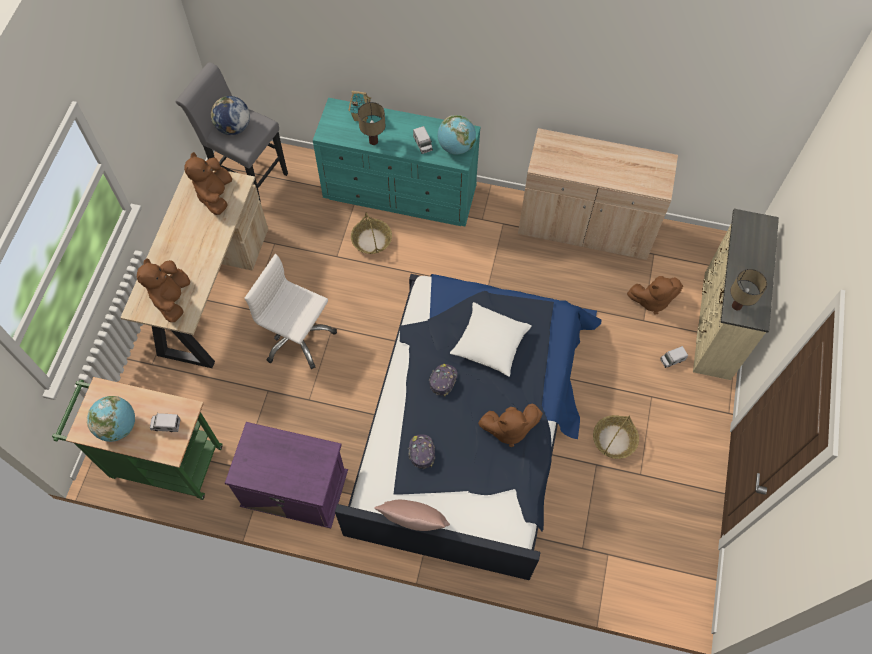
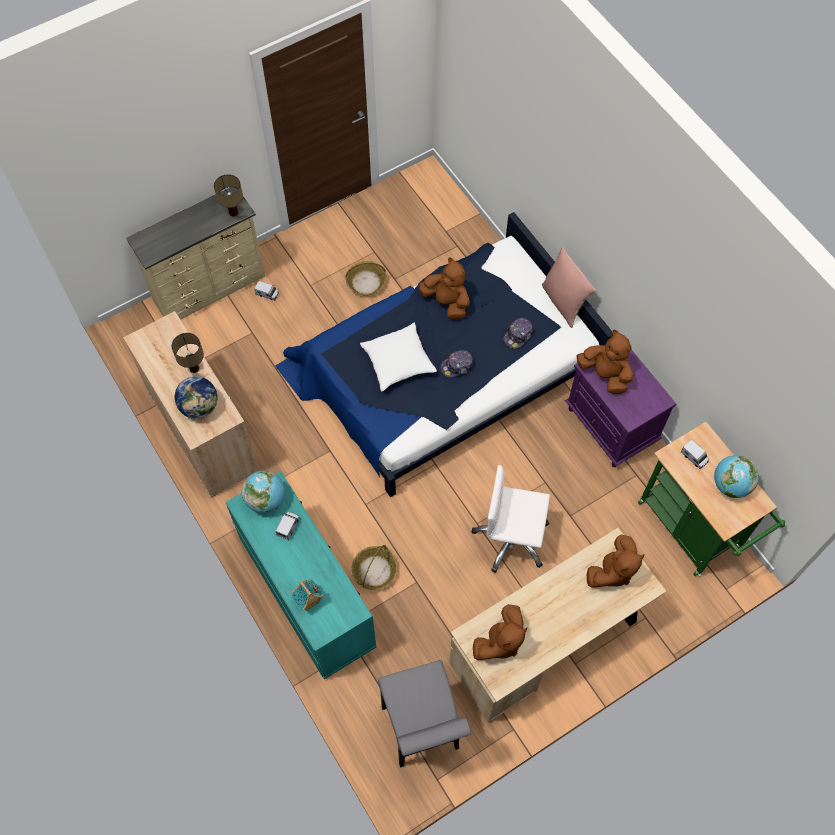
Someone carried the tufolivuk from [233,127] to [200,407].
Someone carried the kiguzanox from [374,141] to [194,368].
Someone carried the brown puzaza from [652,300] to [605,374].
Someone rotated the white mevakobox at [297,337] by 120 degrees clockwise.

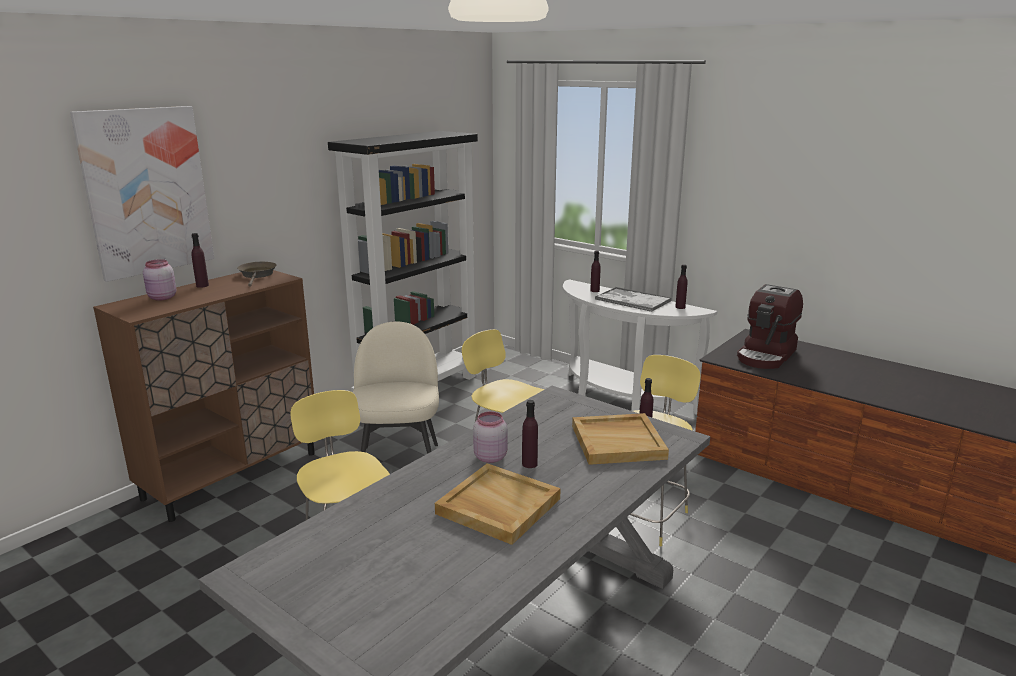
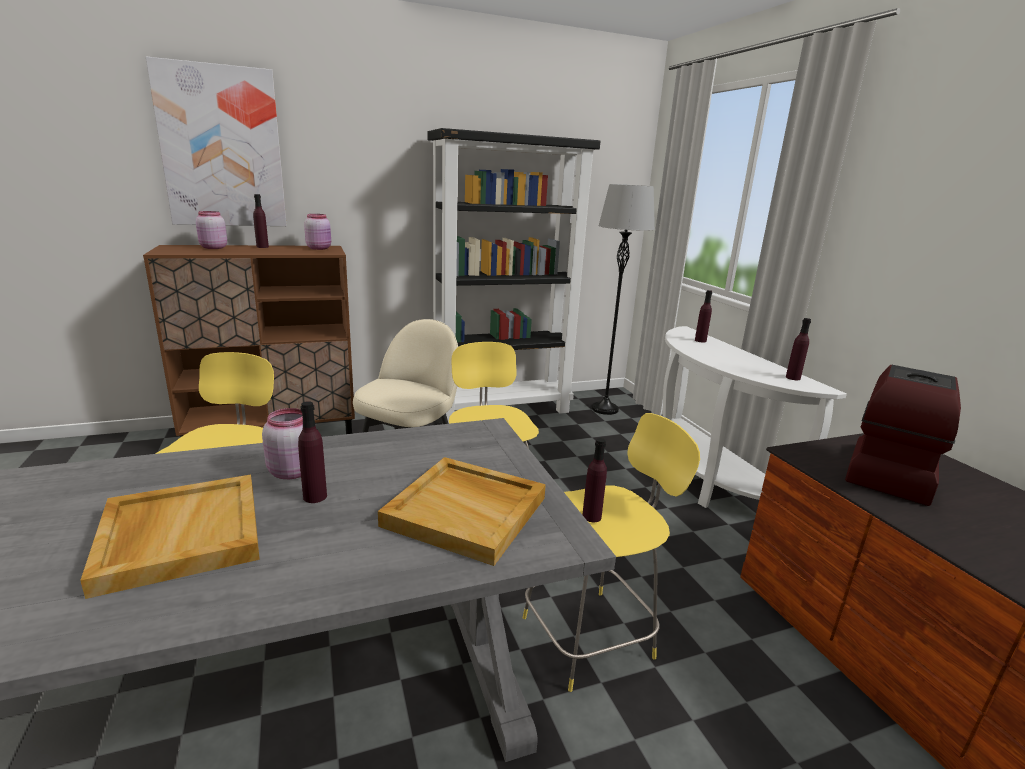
Someone took away the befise at [632,300].
Someone put down the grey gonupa at [605,409].
Someone swapped the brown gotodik at [257,275] for the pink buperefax at [319,248].
Someone rotated the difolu at [766,355] by 150 degrees clockwise.

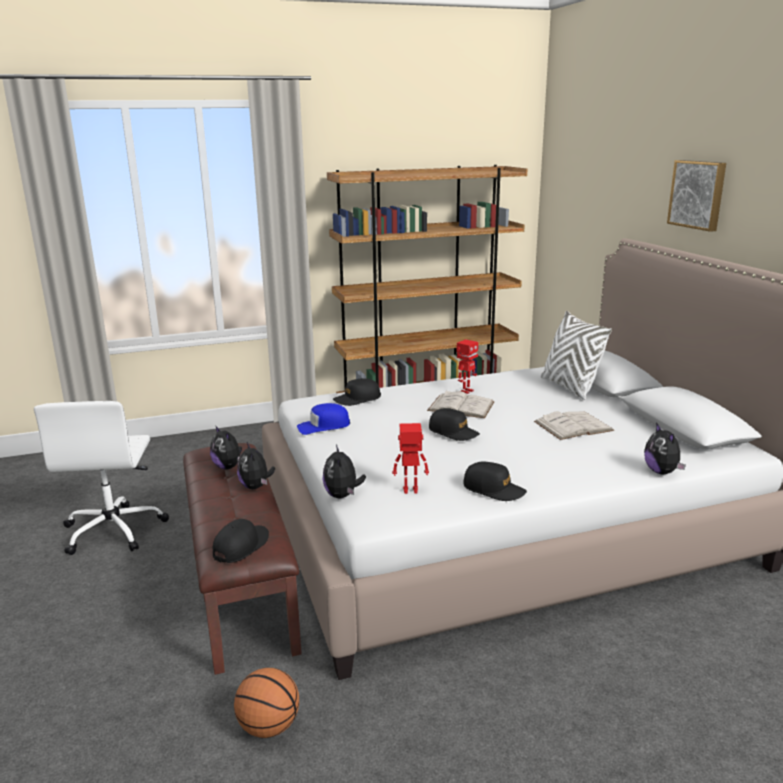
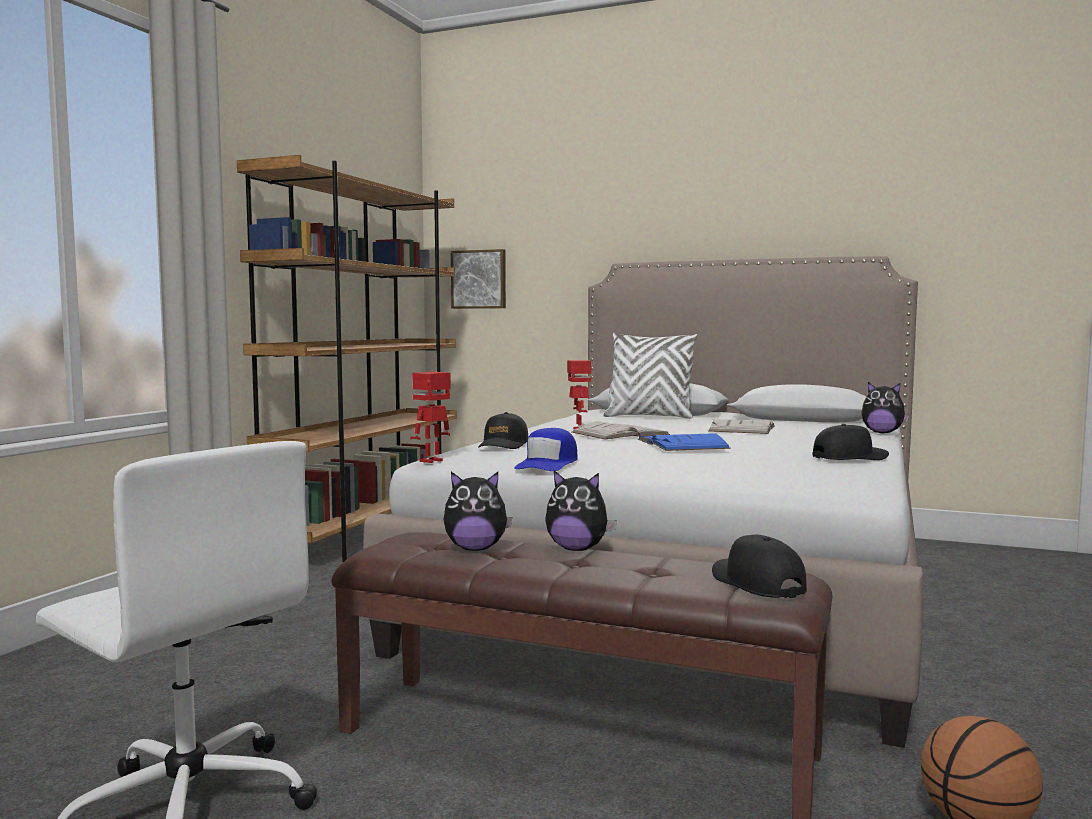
Someone took away the puzaza at [342,495].
Someone carried the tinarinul from [410,491] to [432,461].
Someone carried the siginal from [698,194] to [479,279].
Someone swapped the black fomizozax at [453,432] for the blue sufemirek at [682,444].

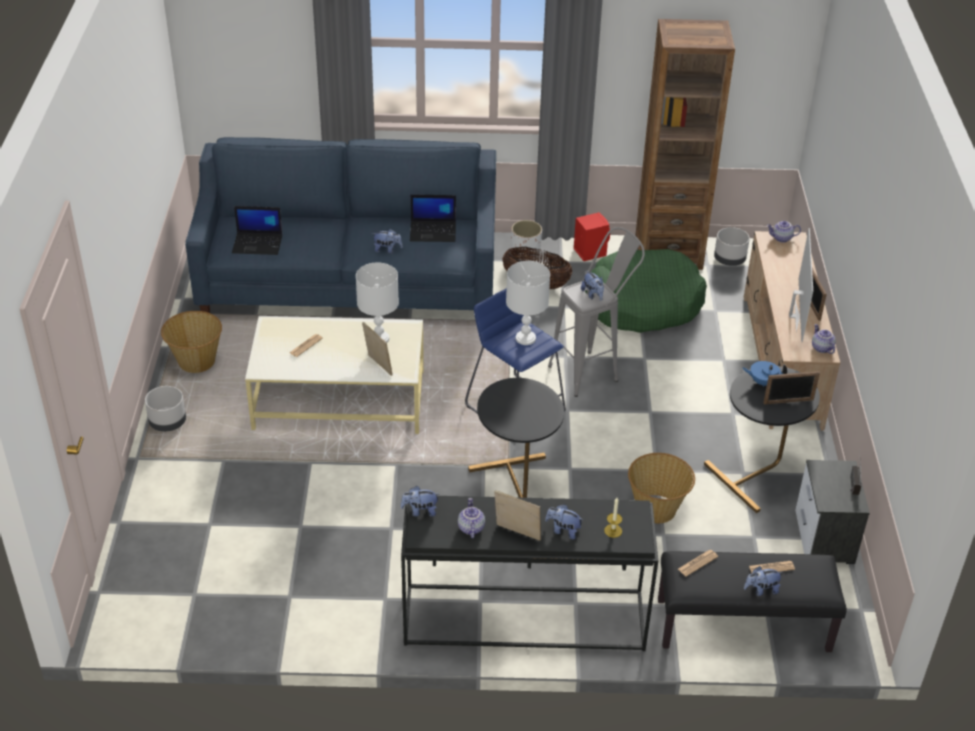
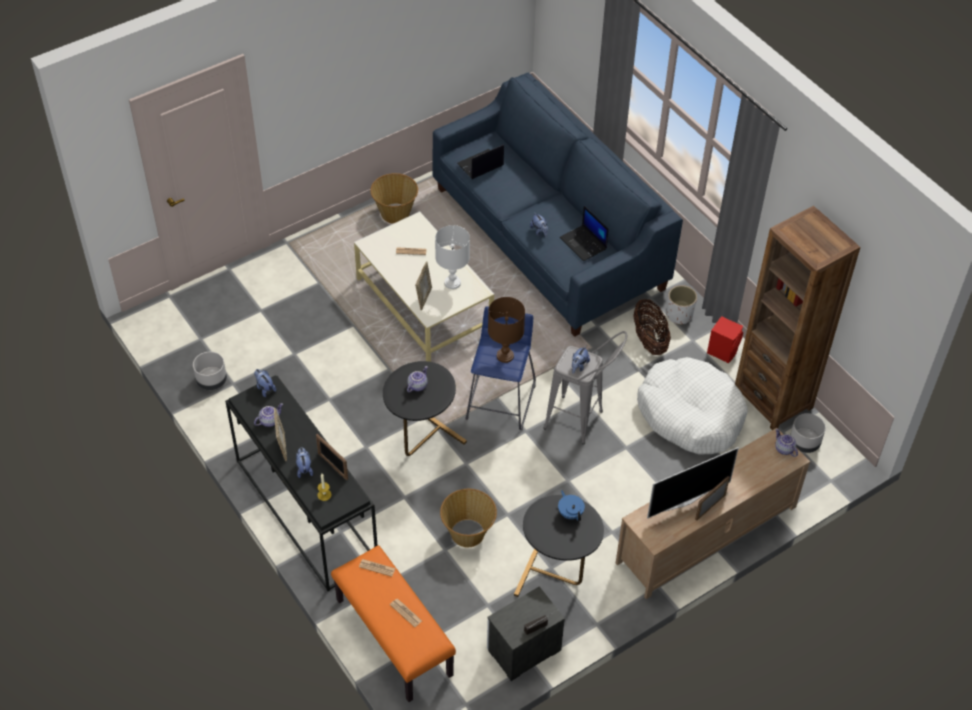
Someone took away the puzaza at [761,590].
Someone carried the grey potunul from [168,423] to [211,381].
Someone carried the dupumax from [788,401] to [332,466].
Someone carried the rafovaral from [821,348] to [417,385].
Someone repainted the white kiguzanox at [525,339], which became the brown kiguzanox at [504,356].
Someone repainted the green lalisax at [642,304], which became the white lalisax at [690,414].
Someone repainted the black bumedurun at [742,626], which became the orange bumedurun at [393,637].
Someone rotated the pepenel at [258,244] by 90 degrees clockwise.

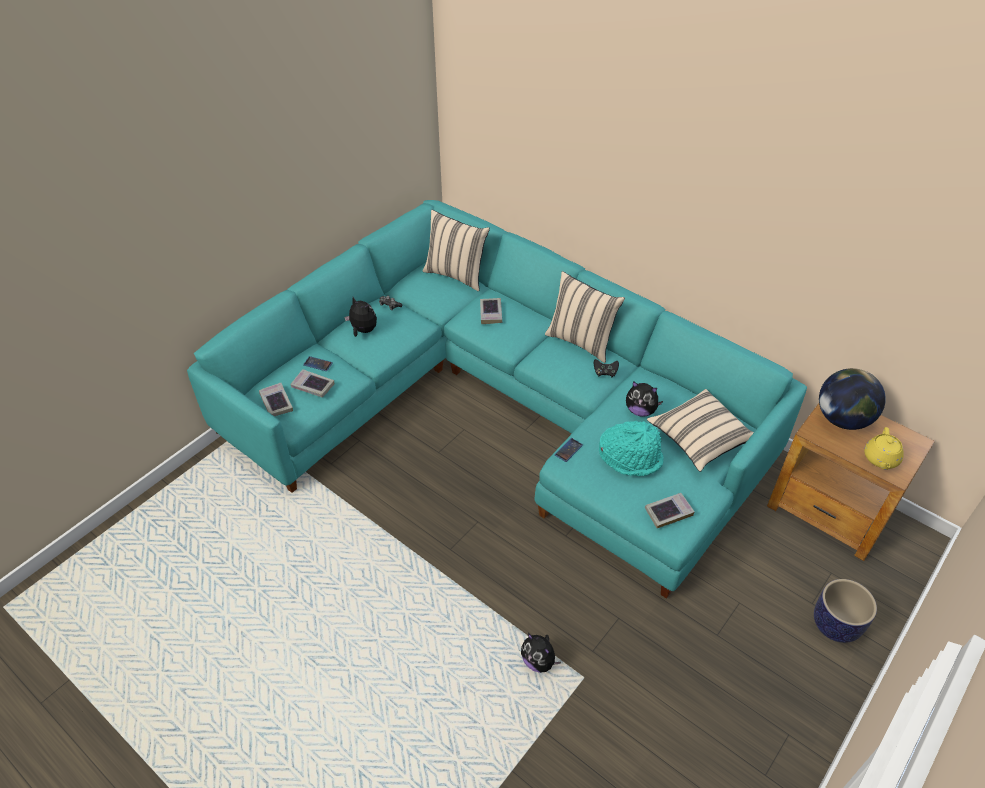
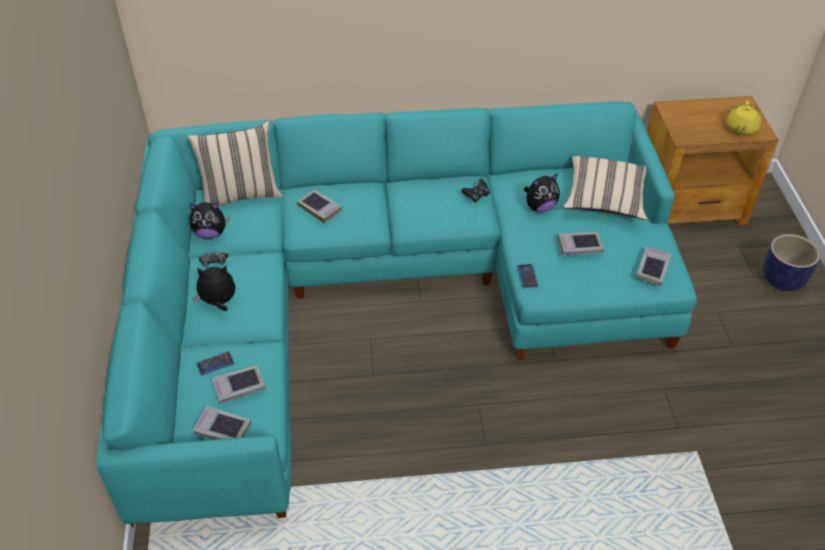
Someone took away the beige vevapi at [581,341].
Someone took away the tufolivuk at [842,419].
Someone carried the puzaza from [539,661] to [211,233].
Someone swapped the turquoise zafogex at [630,456] for the sufemirek at [580,246].
Someone rotated the yellow rafovaral at [880,459] by 45 degrees clockwise.

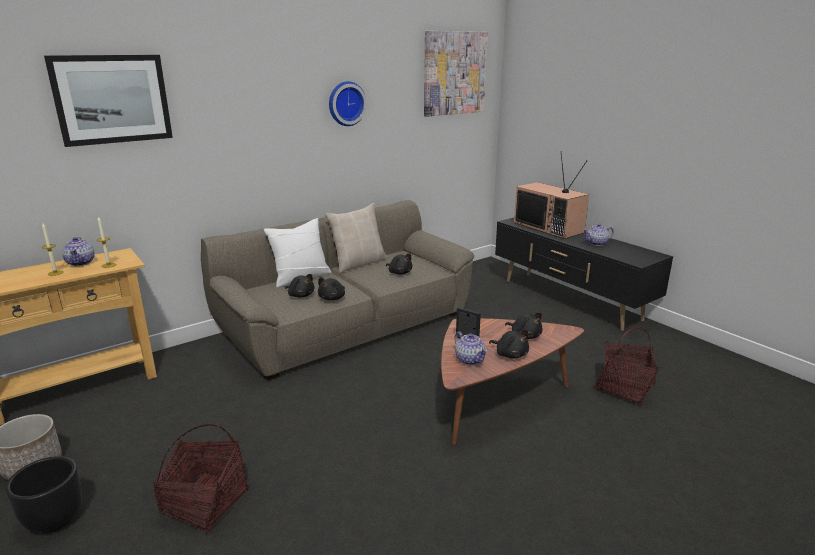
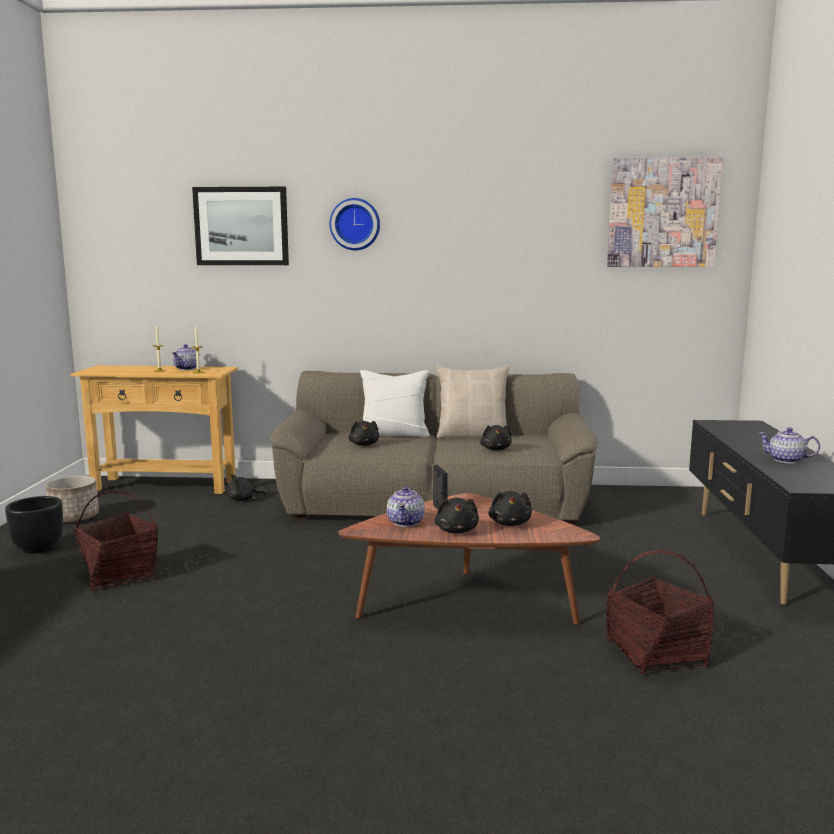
Someone took away the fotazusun at [549,227].
Someone carried the black puzaza from [332,298] to [242,500].
Someone carried the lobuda from [346,103] to [355,224].

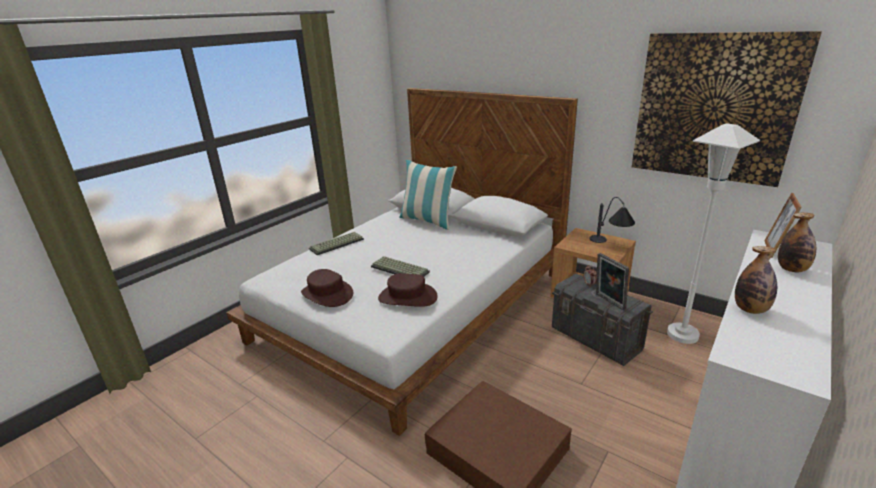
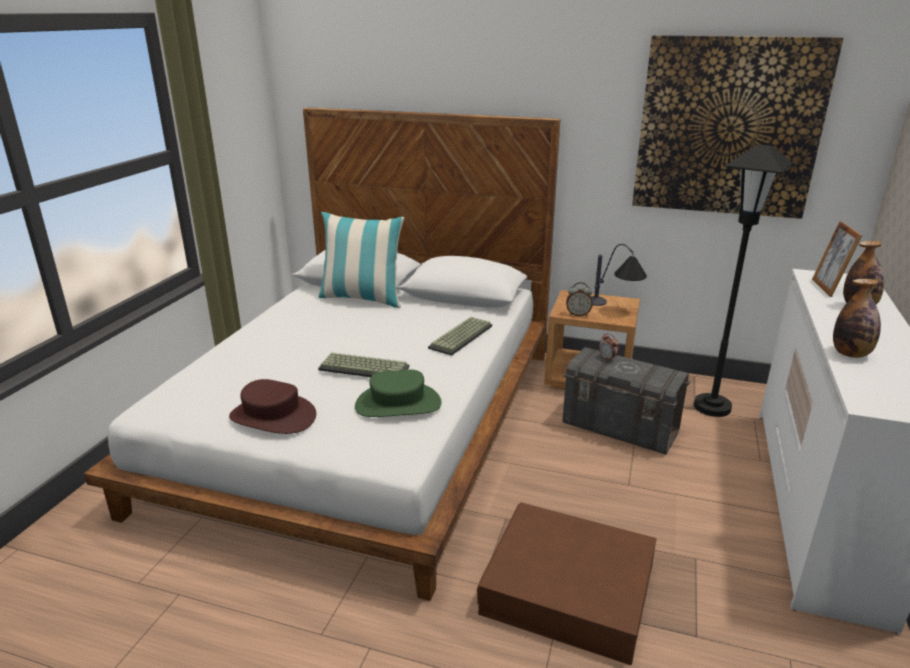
Someone took away the dupumax at [608,302].
Someone put down the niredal at [578,314].
Someone carried the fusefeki from [336,244] to [461,337].
Someone repainted the brown zafogex at [407,297], which became the green zafogex at [398,404].
Someone repainted the white gonupa at [682,334], which became the black gonupa at [712,407].

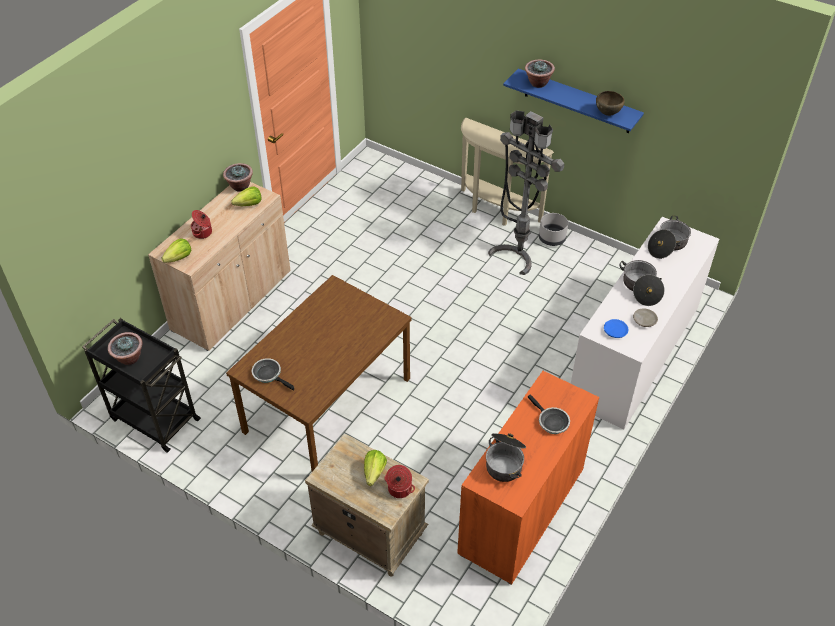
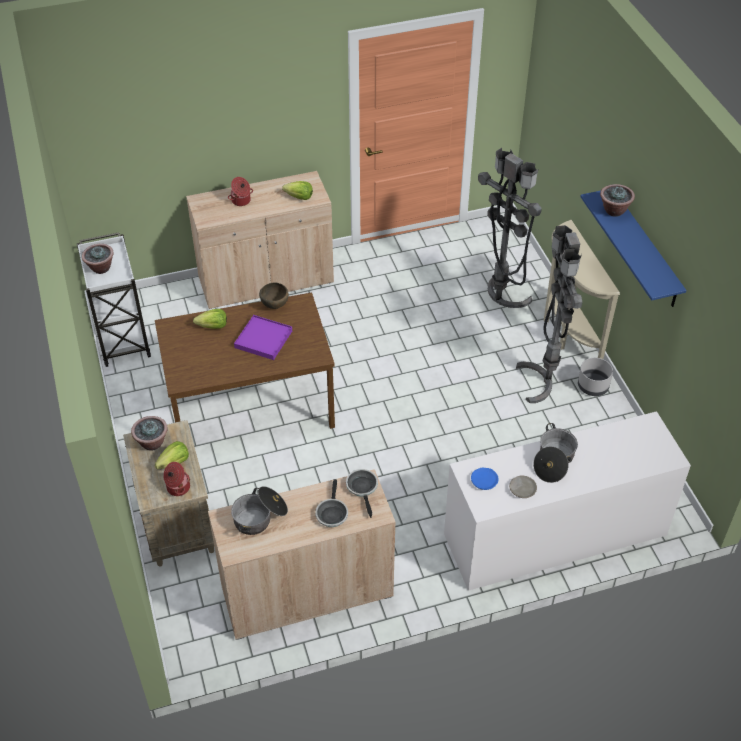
Someone took away the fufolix at [667,245].
Someone put down the purple befise at [263,339].
Someone put down the grey gonupa at [500,299].
Someone carried the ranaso from [179,258] to [213,326].
Someone carried the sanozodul from [240,186] to [152,443].
Someone carried the gotodik from [269,375] to [363,488].
Someone carried the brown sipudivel from [608,113] to [275,306].
Someone repainted the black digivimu at [153,418], which became the white digivimu at [122,336].
Someone repainted the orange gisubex at [521,511], which became the beige gisubex at [307,592].

